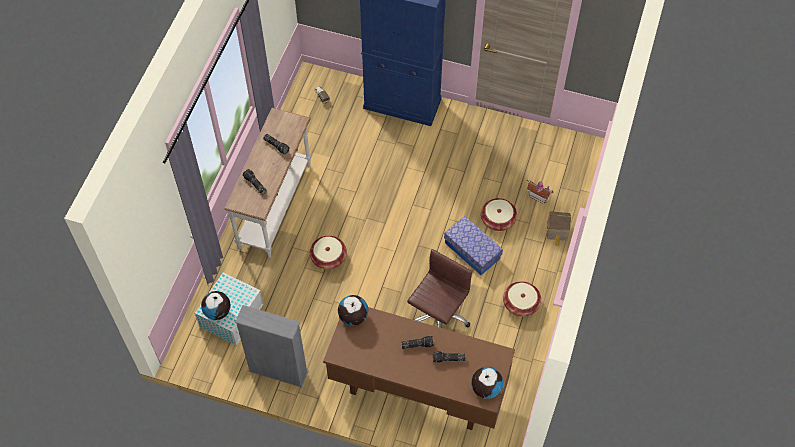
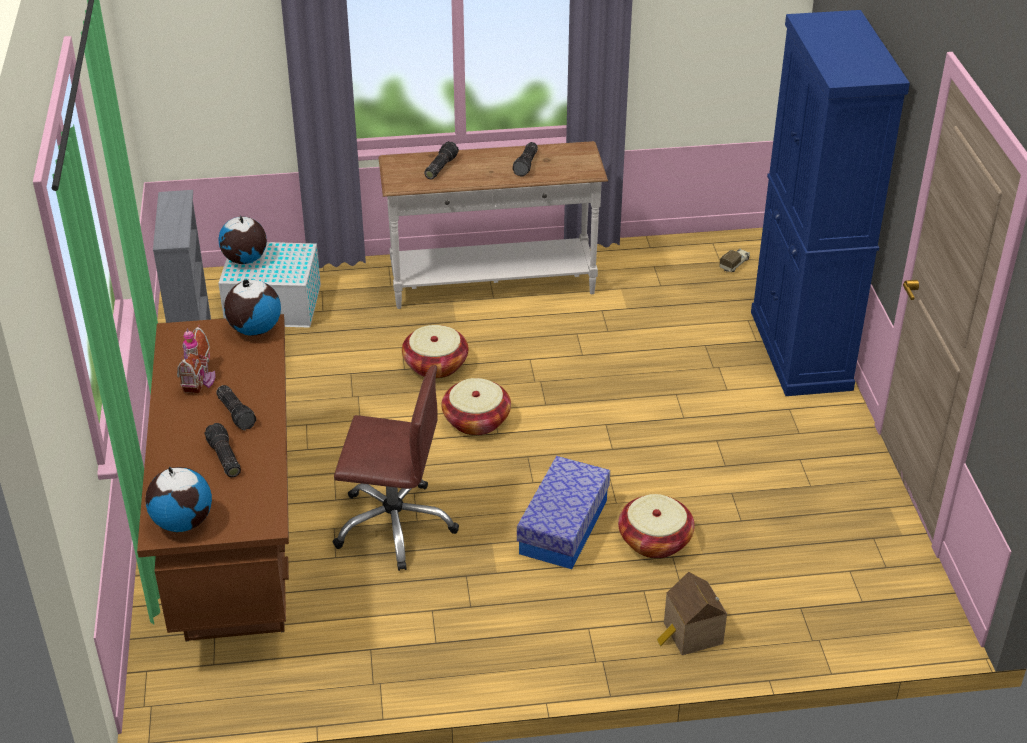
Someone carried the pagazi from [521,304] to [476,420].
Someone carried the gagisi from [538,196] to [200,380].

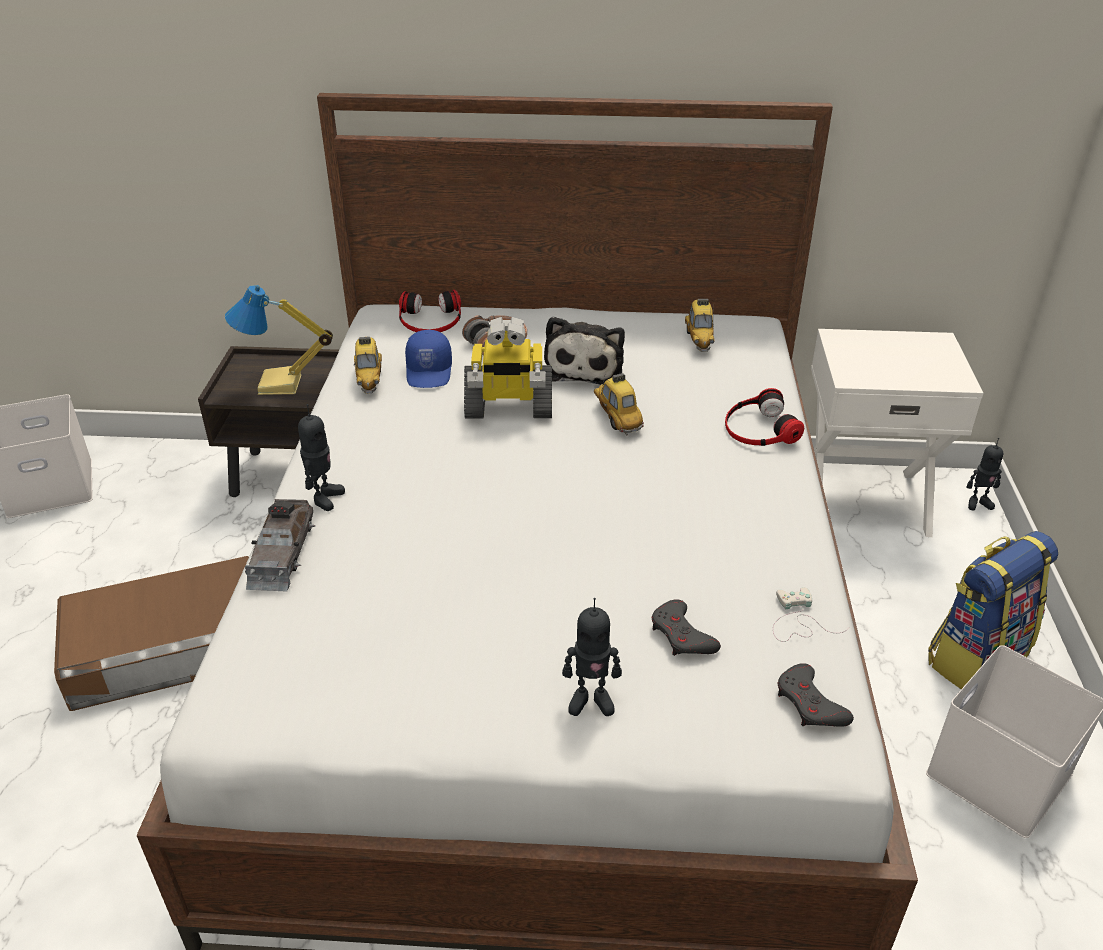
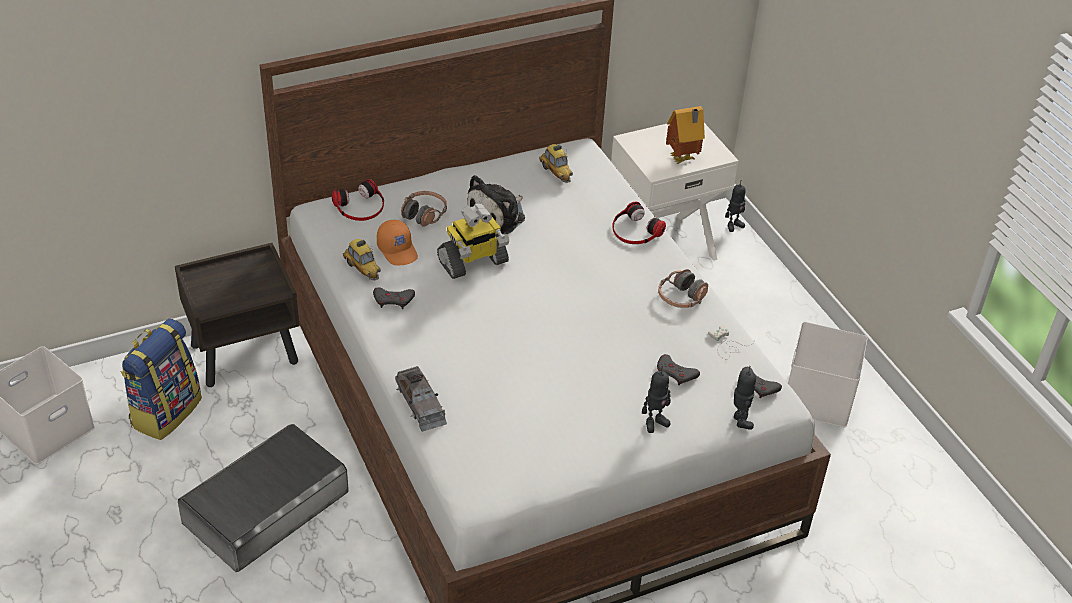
Someone took away the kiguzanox at [280,385].
Someone took away the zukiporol at [616,417].
Someone put down the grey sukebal at [393,300].
Someone put down the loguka at [681,298].
Someone put down the gagisi at [683,159].
Someone carried the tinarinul from [324,498] to [739,421].
Someone carried the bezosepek from [976,658] to [165,412].
Someone repainted the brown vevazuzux at [170,645], which became the grey vevazuzux at [266,506].
Someone repainted the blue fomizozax at [430,372], which became the orange fomizozax at [398,250].
Someone rotated the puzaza at [585,367] by 60 degrees clockwise.

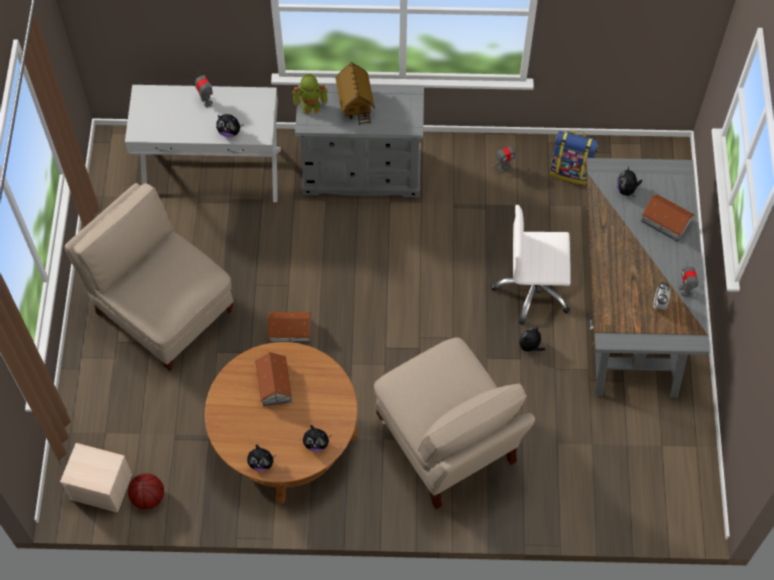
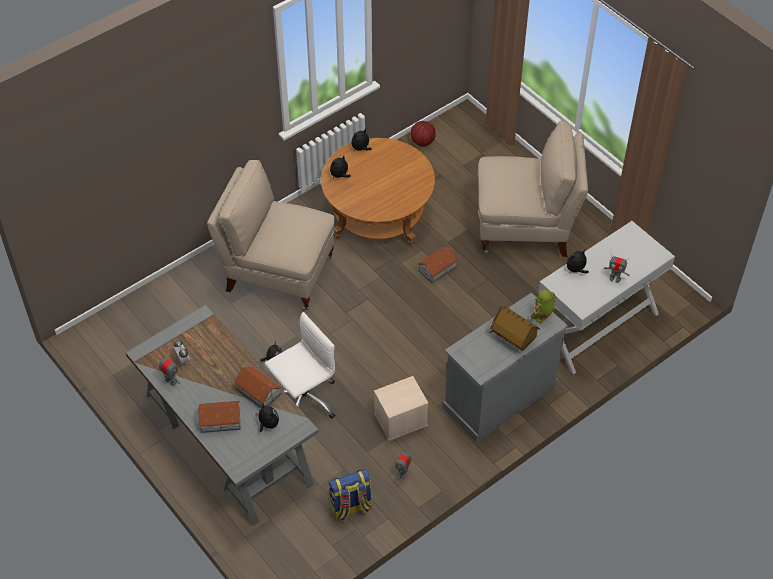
Someone carried the beige vevazuzux from [102,486] to [400,420].
Someone carried the gagisi from [274,384] to [258,391].

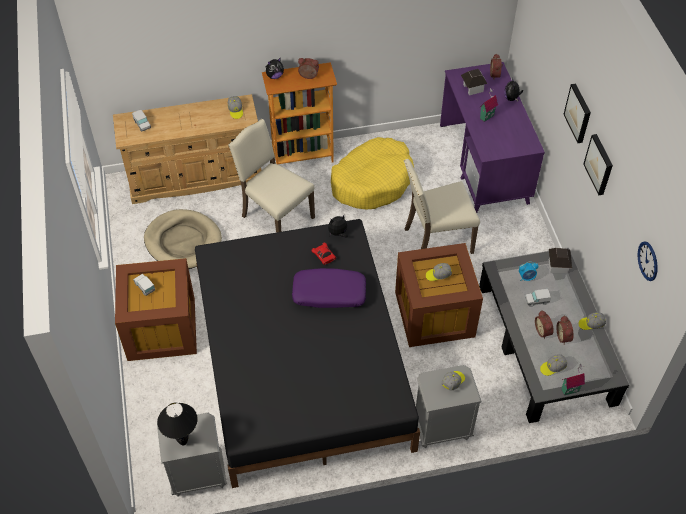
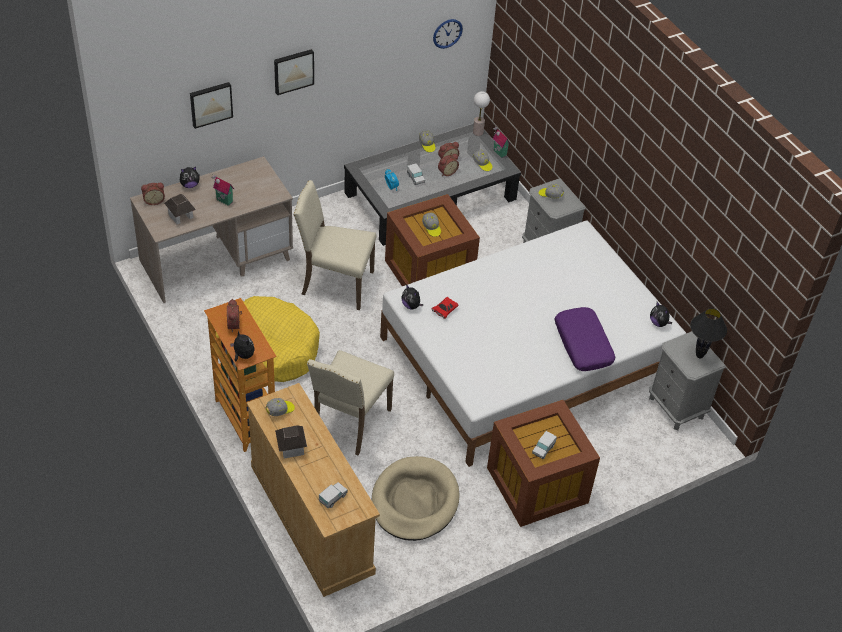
Someone put down the kiguzanox at [478,132].
Someone put down the puzaza at [658,323].
Someone carried the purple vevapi from [329,294] to [583,344].
Someone carried the gagisi from [558,266] to [291,448].
Someone carried the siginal from [600,164] to [210,104].
Someone repainted the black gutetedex at [302,363], which became the white gutetedex at [526,358].
Someone repainted the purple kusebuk at [484,165], which became the beige kusebuk at [217,259].
Someone rotated the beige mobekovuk at [436,239] by 135 degrees clockwise.

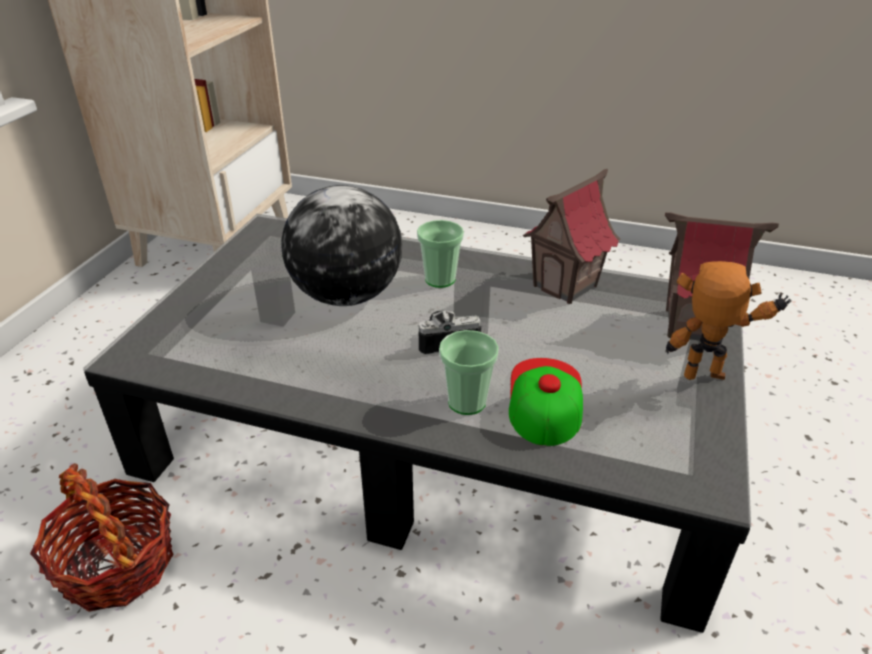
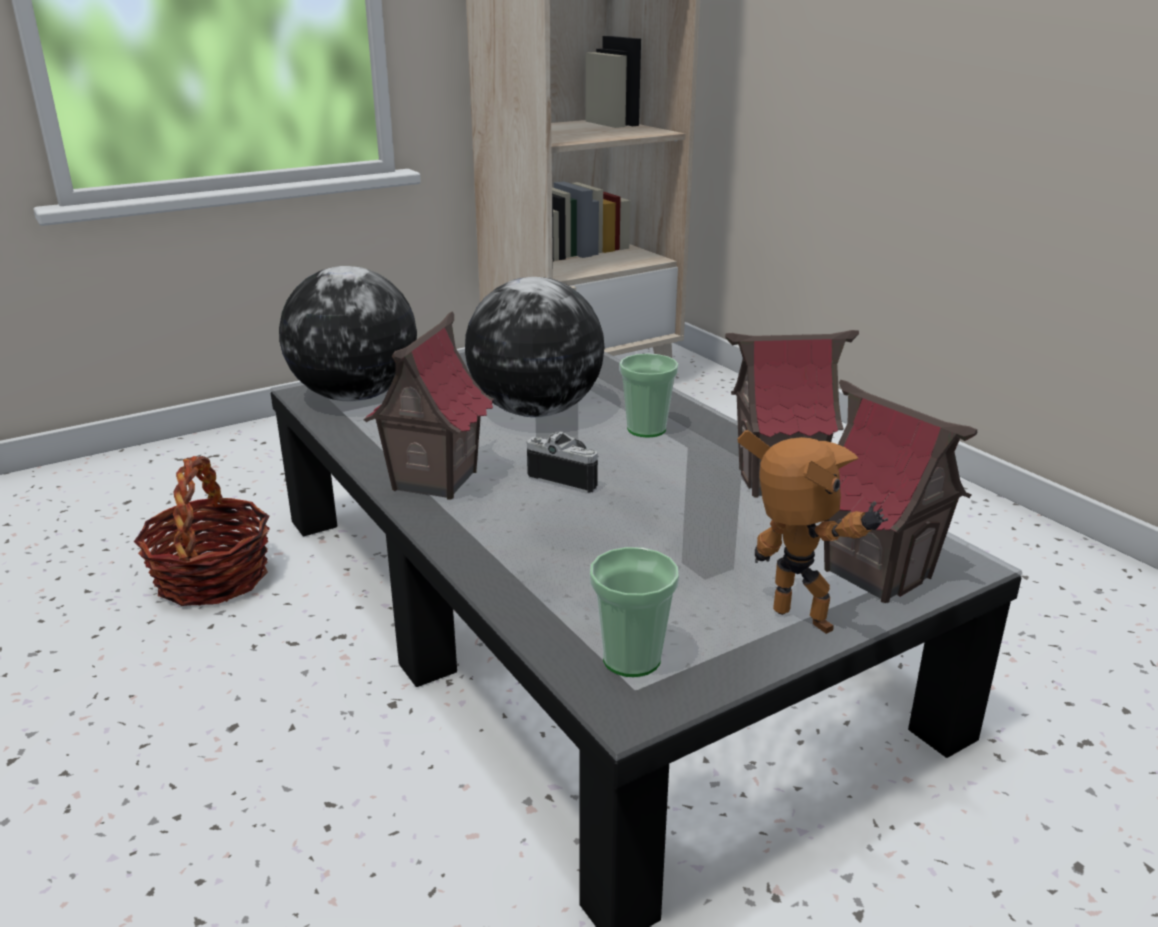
Someone took away the fomizozax at [545,399].
Someone put down the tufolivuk at [355,396].
Someone put down the gagisi at [433,480].
Someone carried the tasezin from [466,402] to [631,659].

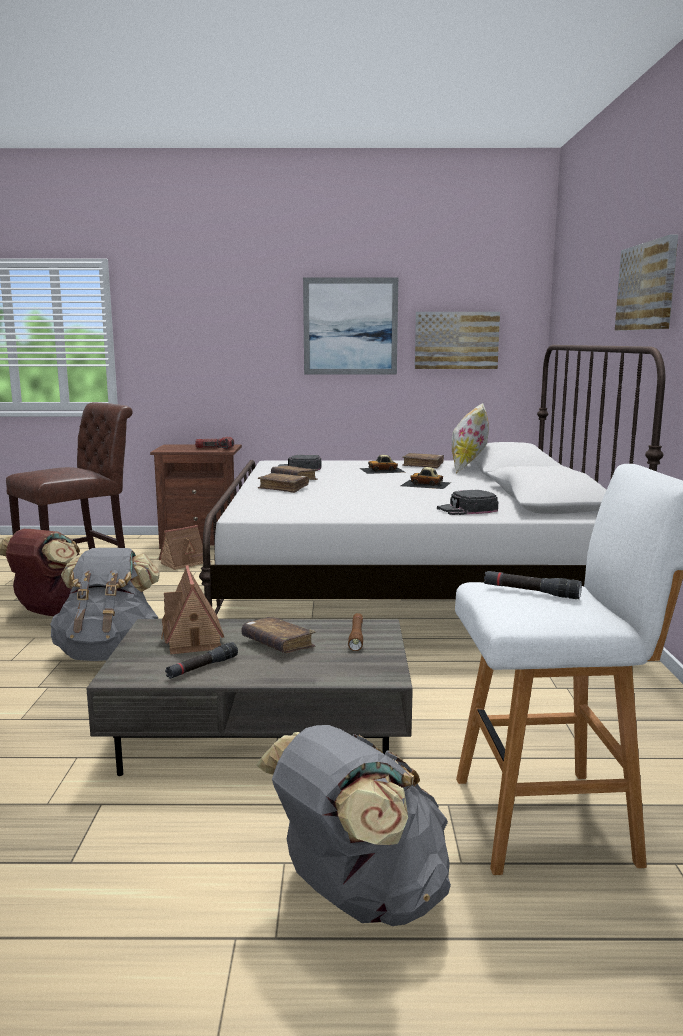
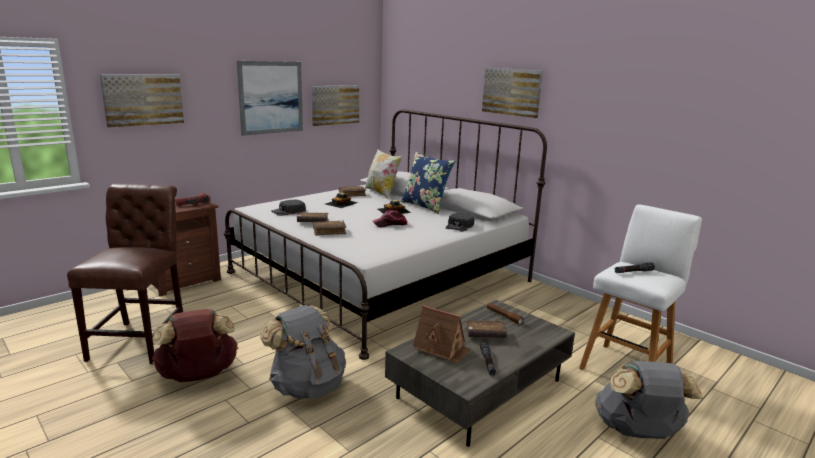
Someone took away the gagisi at [185,563].
Someone put up the siginal at [143,99].
Someone put down the fomizozax at [390,224].
Someone put down the blue vevapi at [425,206].

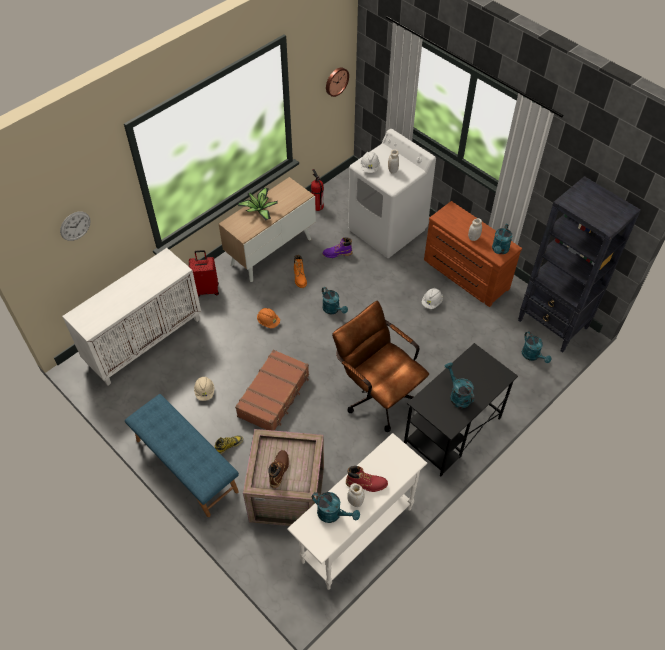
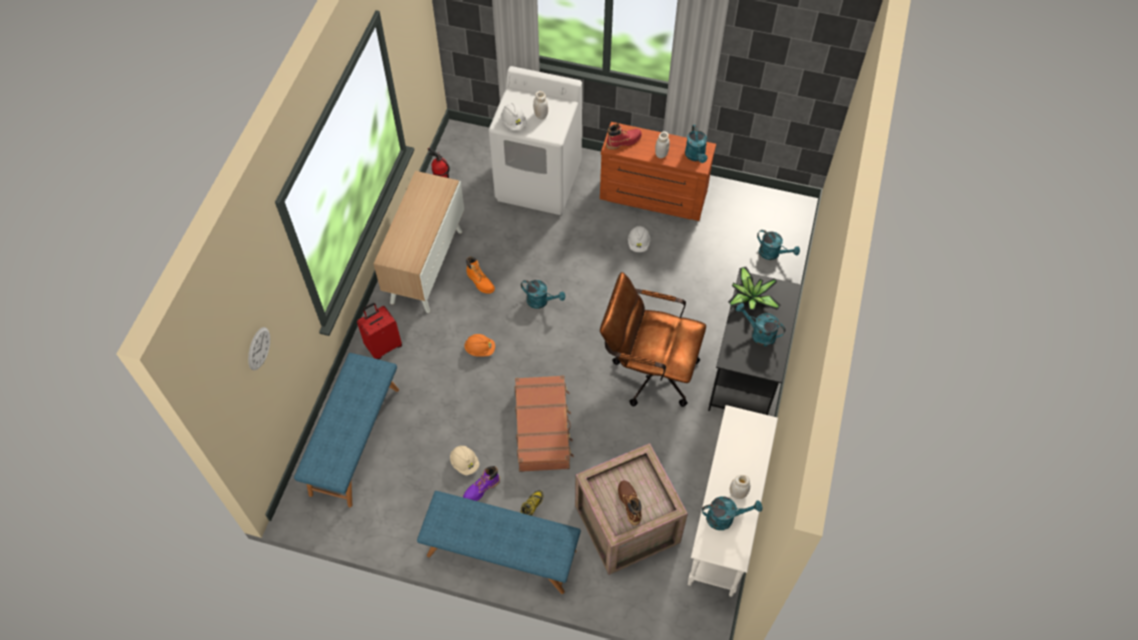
Someone took away the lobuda at [336,81].
Someone took away the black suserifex at [553,325].
Someone carried the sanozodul from [259,210] to [750,298].
Someone carried the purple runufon from [337,254] to [481,489].
Someone carried the red runufon from [366,484] to [624,141].
Someone swapped the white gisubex at [145,340] for the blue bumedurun at [354,440].

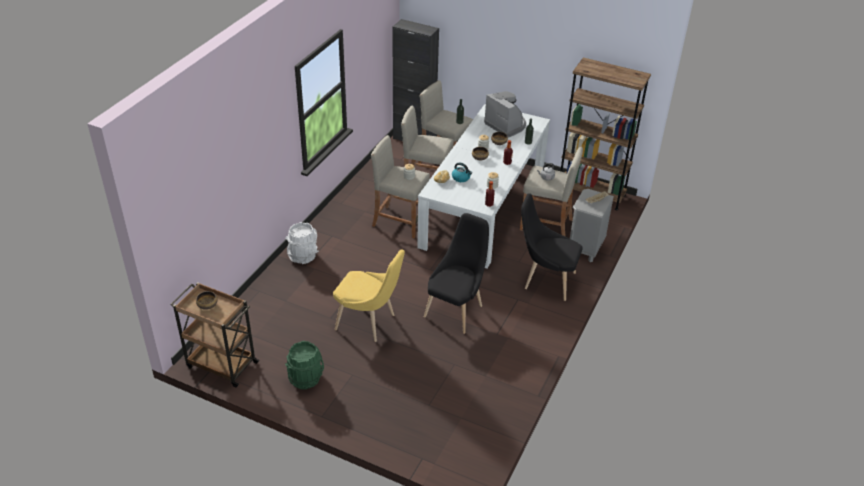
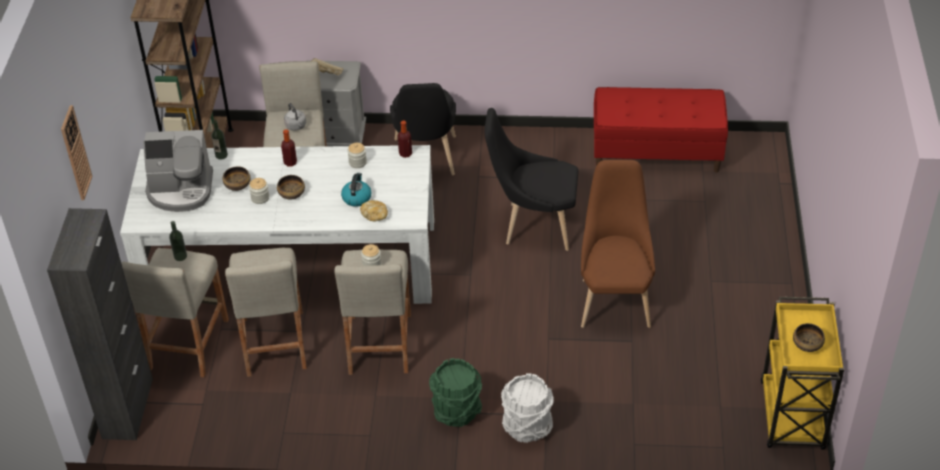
Someone put up the lobuda at [75,153].
Someone put down the red bumedurun at [656,152].
Someone carried the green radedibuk from [305,378] to [456,411].
Someone repainted the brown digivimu at [221,364], which became the yellow digivimu at [792,417].
Someone repainted the yellow mobekovuk at [369,323], which became the brown mobekovuk at [614,298].
Someone rotated the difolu at [506,125] by 120 degrees counterclockwise.

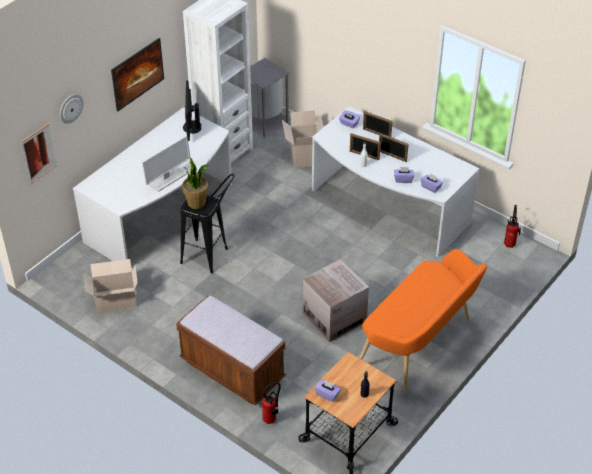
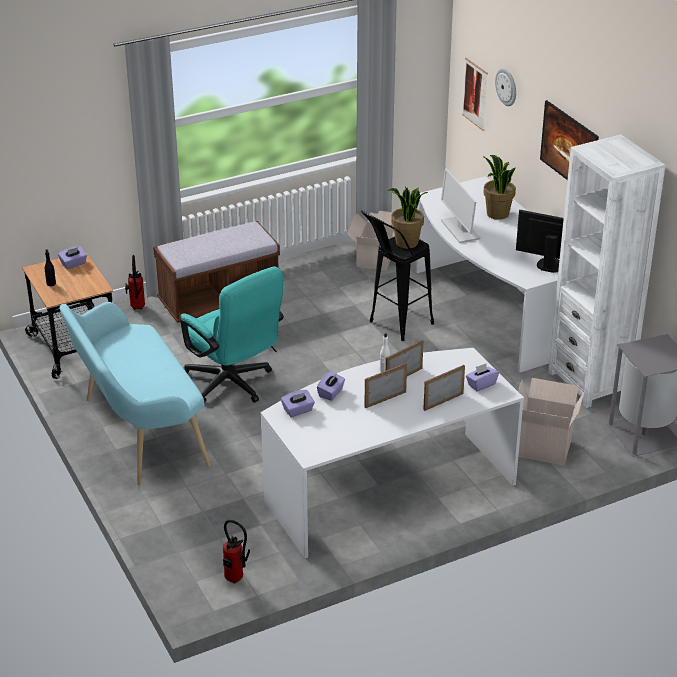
Someone put down the sanozodul at [497,214].
Someone swapped the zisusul at [334,317] for the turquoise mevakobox at [233,385].
Someone repainted the orange bumedurun at [420,345], which became the turquoise bumedurun at [138,433].

